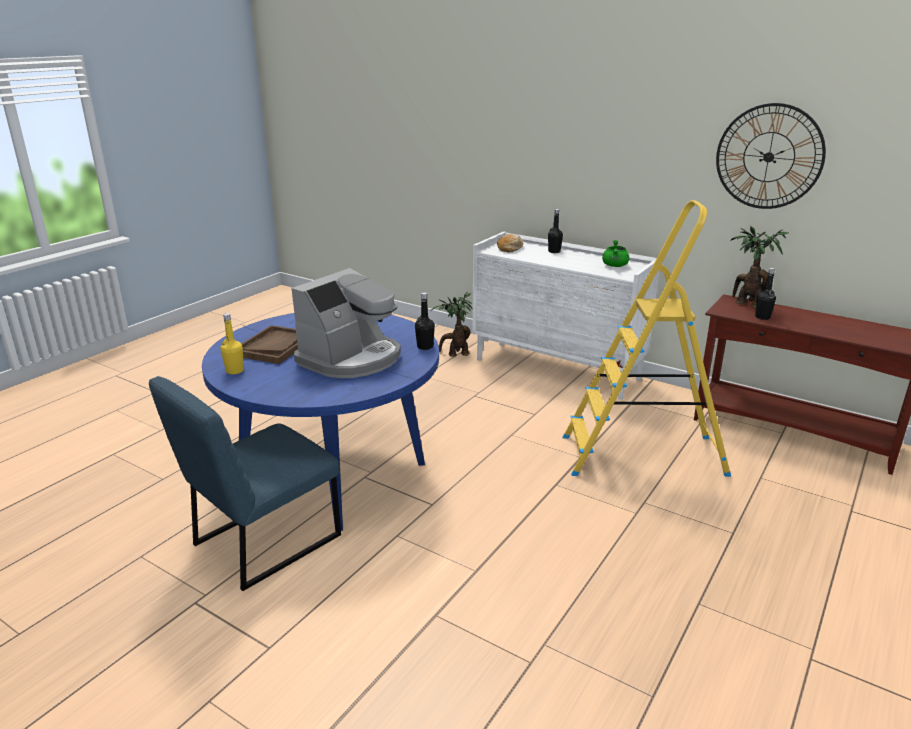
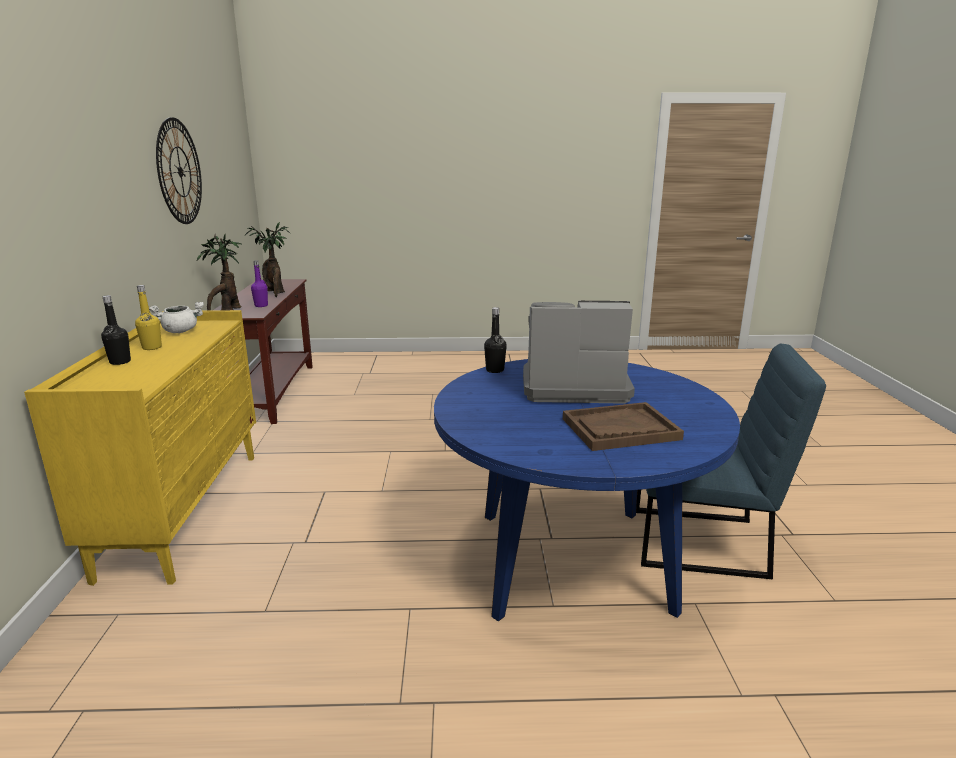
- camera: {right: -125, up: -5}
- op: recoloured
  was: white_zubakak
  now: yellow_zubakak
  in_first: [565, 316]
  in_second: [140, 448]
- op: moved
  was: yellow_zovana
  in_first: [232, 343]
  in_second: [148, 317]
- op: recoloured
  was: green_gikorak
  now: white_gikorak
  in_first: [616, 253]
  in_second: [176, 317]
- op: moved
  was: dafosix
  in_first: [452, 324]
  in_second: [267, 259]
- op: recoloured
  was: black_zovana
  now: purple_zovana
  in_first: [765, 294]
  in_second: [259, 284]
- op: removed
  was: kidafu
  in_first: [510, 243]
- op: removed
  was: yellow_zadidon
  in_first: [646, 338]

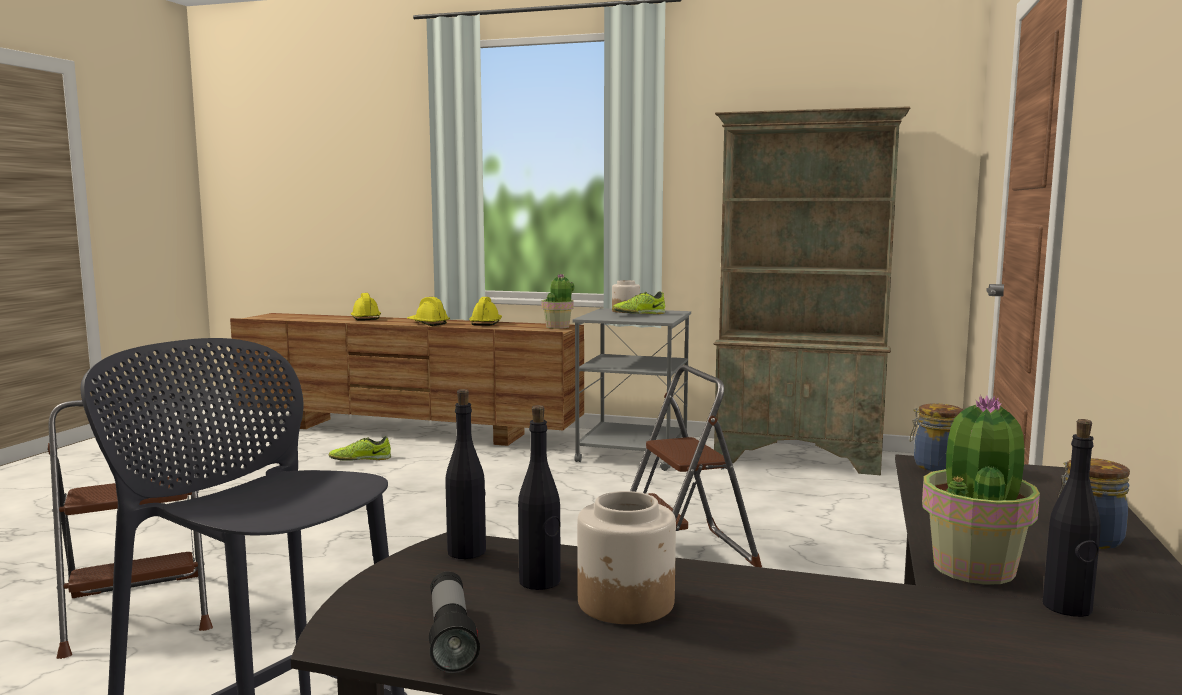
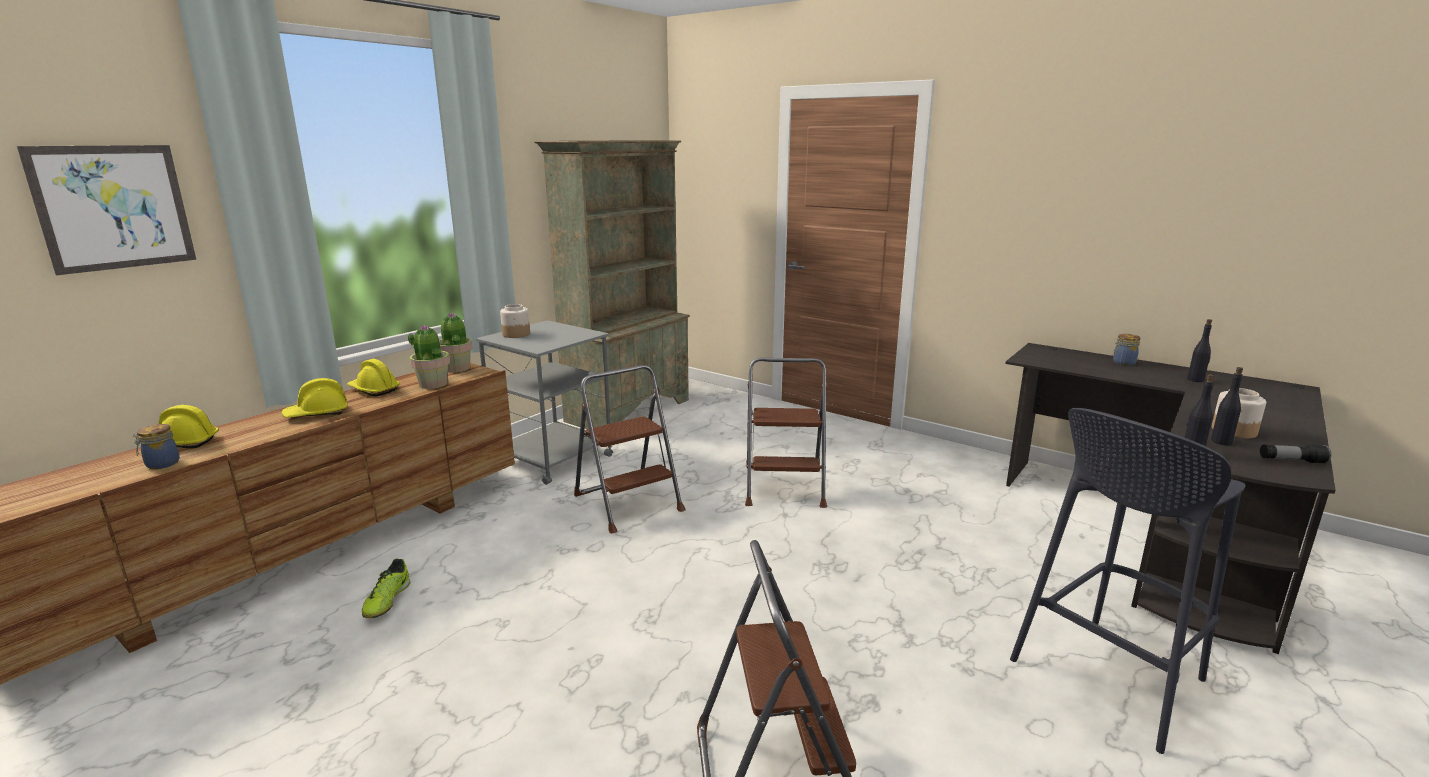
- camera: {right: -70, up: 10}
- op: added
  now: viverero
  in_second: [106, 210]
- op: moved
  was: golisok
  in_first: [936, 437]
  in_second: [156, 446]
- op: moved
  was: dafosix
  in_first: [981, 490]
  in_second: [429, 357]
- op: added
  now: brown_zadidon
  in_second: [630, 449]
- op: removed
  was: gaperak
  in_first: [638, 302]

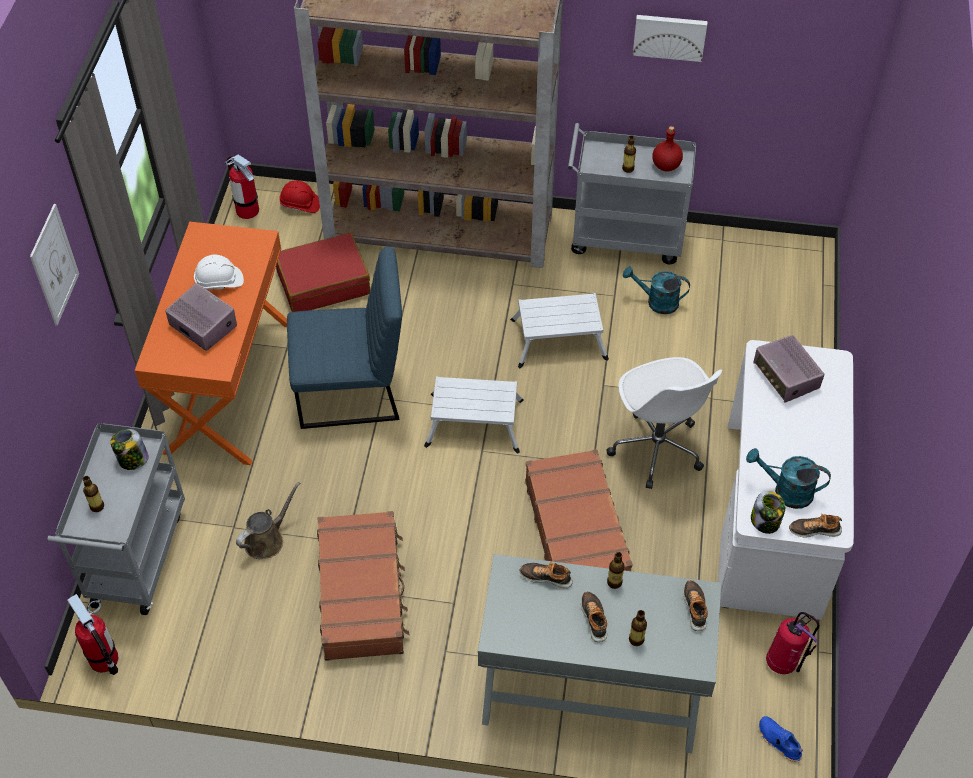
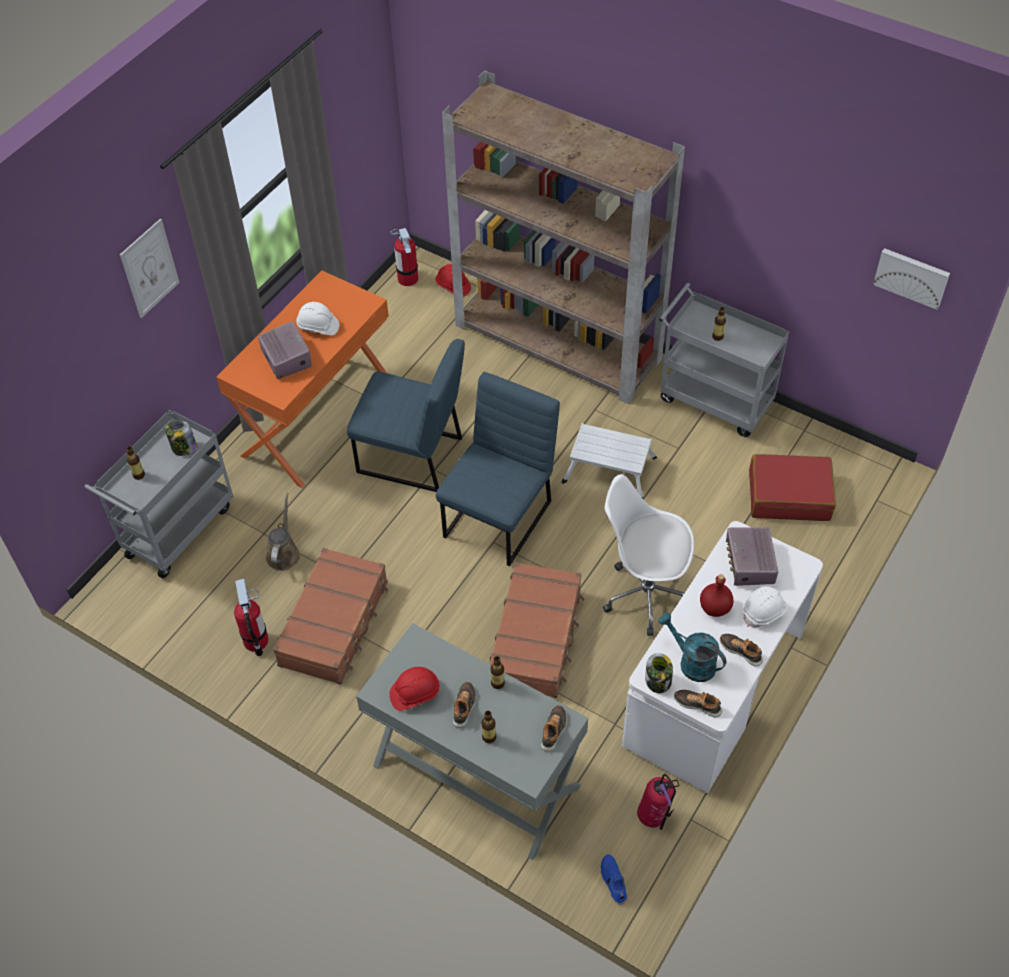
- camera: {right: 25, up: 0}
- op: moved
  was: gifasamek
  in_first: [93, 634]
  in_second: [251, 617]
- op: turned
  was: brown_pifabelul
  in_first: [268, 520]
  in_second: [283, 532]
  clockwise: -60
- op: added
  now: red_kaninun
  in_second: [414, 689]
- op: replaced
  was: white_zadidon
  now: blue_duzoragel
  in_first: [474, 415]
  in_second: [498, 469]
- op: turned
  was: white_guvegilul
  in_first: [664, 423]
  in_second: [648, 555]
  clockwise: 105
- op: moved
  was: red_zovana
  in_first: [667, 149]
  in_second: [716, 595]
- op: moved
  was: gaperak
  in_first: [546, 575]
  in_second: [741, 650]
- op: added
  now: white_kaninun
  in_second: [765, 606]
- op: moved
  was: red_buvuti
  in_first: [323, 272]
  in_second: [792, 487]
- op: moved
  was: viverero
  in_first: [670, 38]
  in_second: [911, 279]
- op: removed
  was: turquoise_pifabelul
  in_first: [656, 290]

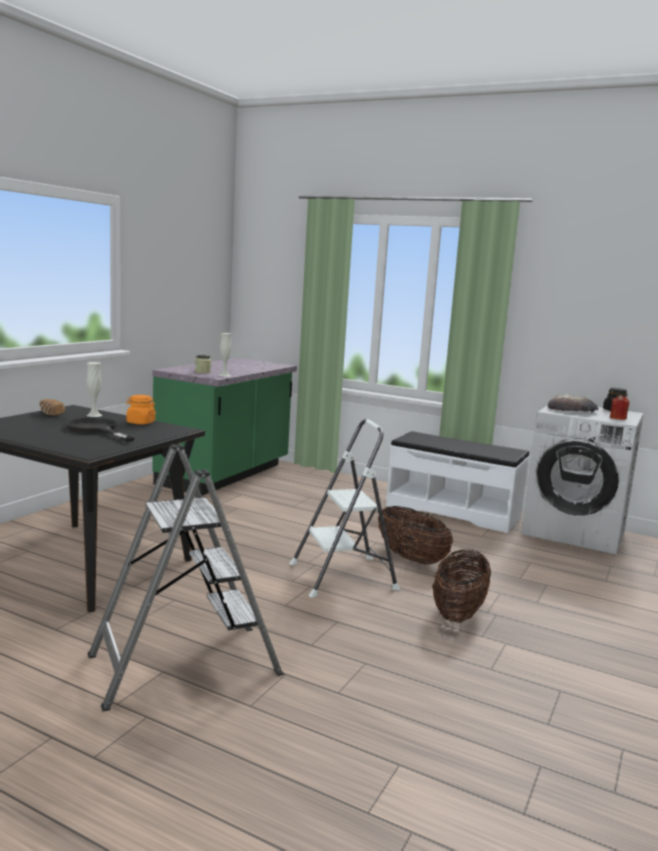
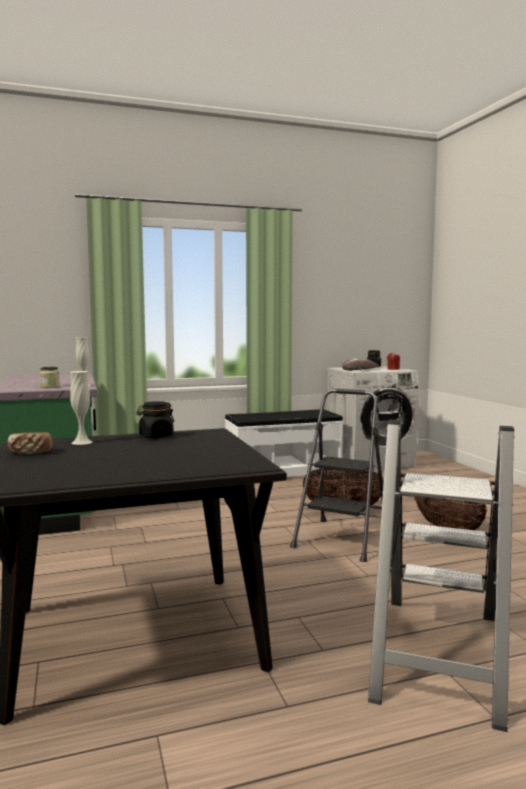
- camera: {right: -45, up: -5}
- op: recoloured
  was: orange_golisok
  now: black_golisok
  in_first: [141, 410]
  in_second: [155, 419]
- op: recoloured
  was: white_zadidon
  now: black_zadidon
  in_first: [344, 508]
  in_second: [336, 475]
- op: removed
  was: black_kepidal
  in_first: [100, 430]

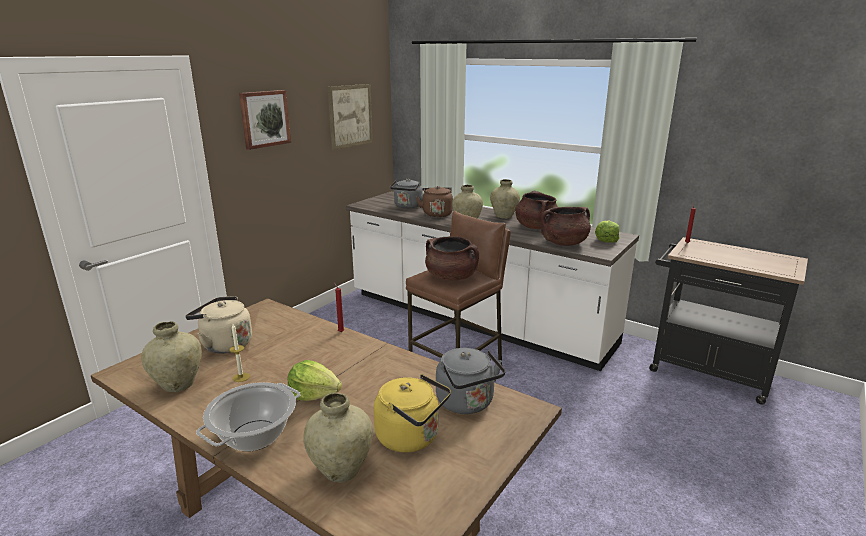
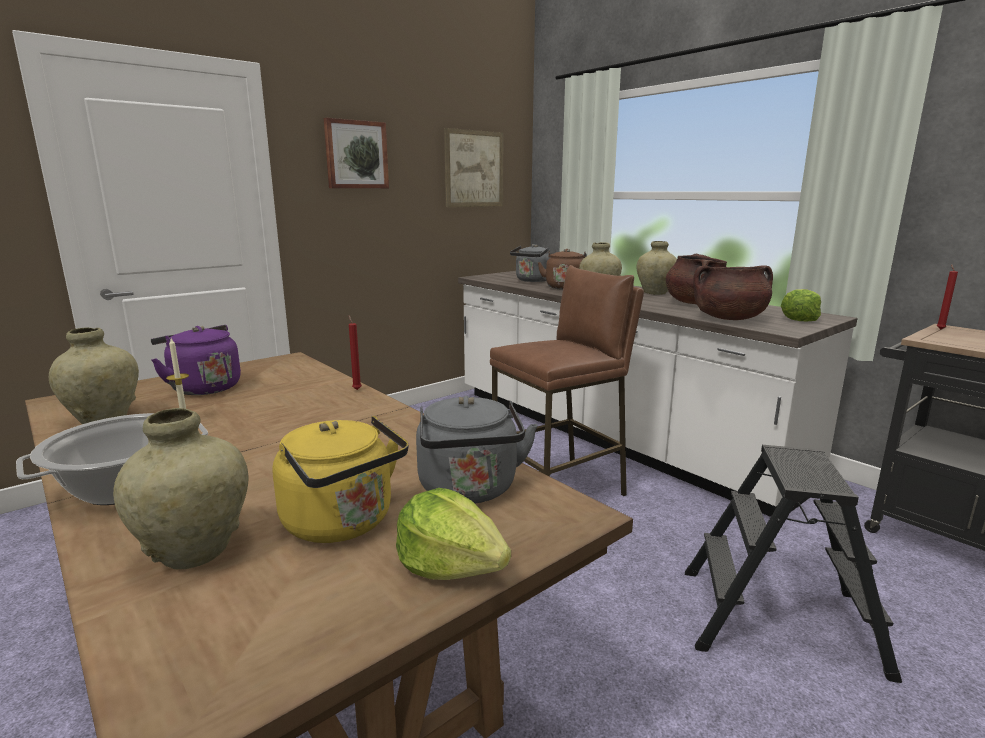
- camera: {right: 15, up: -5}
- op: recoloured
  was: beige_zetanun
  now: purple_zetanun
  in_first: [218, 324]
  in_second: [196, 360]
- op: moved
  was: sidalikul
  in_first: [315, 380]
  in_second: [453, 534]
- op: added
  now: black_zadidon
  in_second: [793, 564]
- op: removed
  was: brown_gikorak
  in_first: [452, 258]

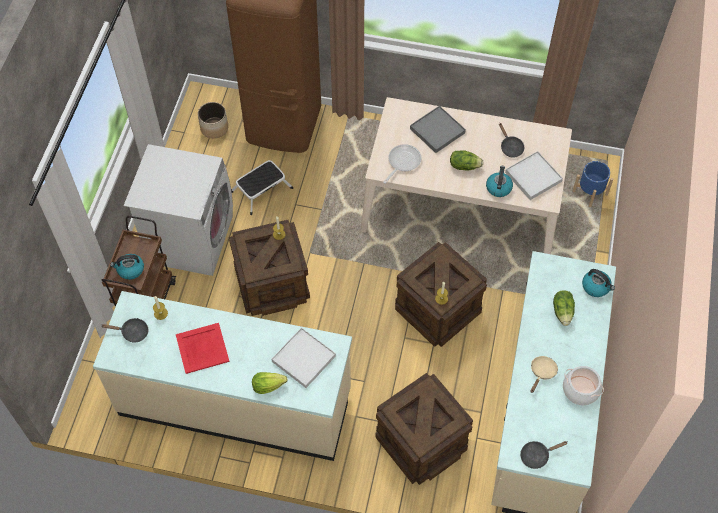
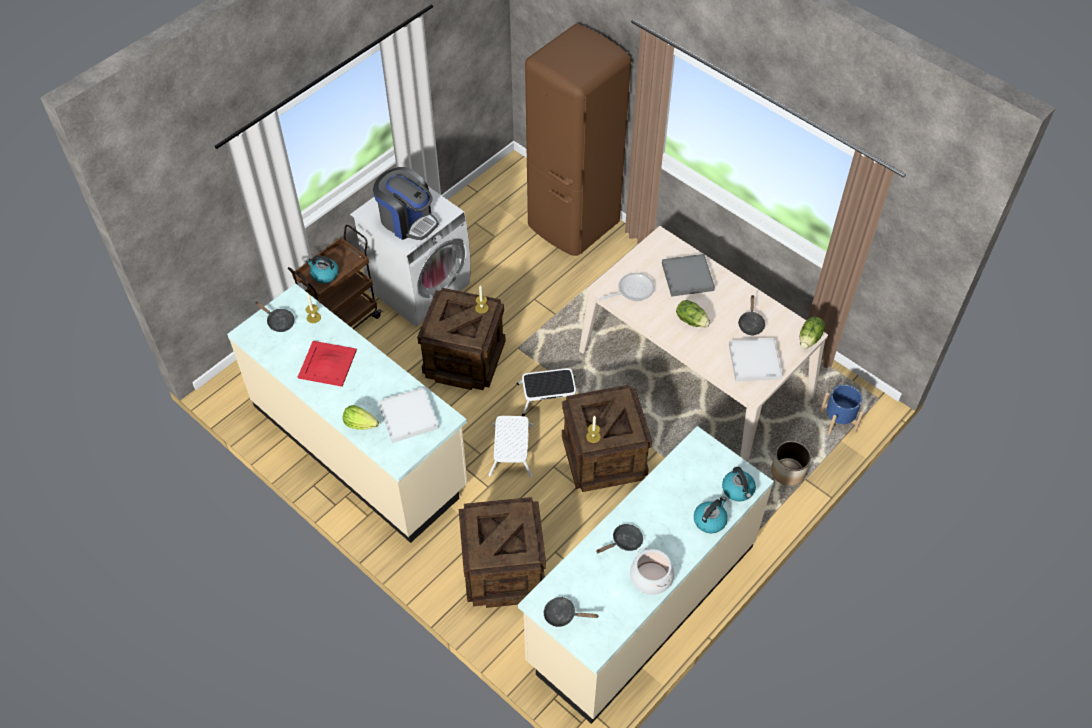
- camera: {right: 30, up: -5}
- op: added
  now: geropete
  in_second: [406, 203]
- op: added
  now: white_zadidon
  in_second: [511, 446]
- op: moved
  was: black_zadidon
  in_first: [262, 187]
  in_second: [546, 392]
- op: recoloured
  was: beige_kepidal
  now: black_kepidal
  in_first: [544, 374]
  in_second: [619, 538]
- op: moved
  was: zetanun
  in_first: [499, 181]
  in_second: [711, 514]
- op: moved
  was: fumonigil
  in_first: [213, 120]
  in_second: [791, 463]
- op: moved
  was: sidalikul
  in_first: [564, 308]
  in_second: [812, 333]

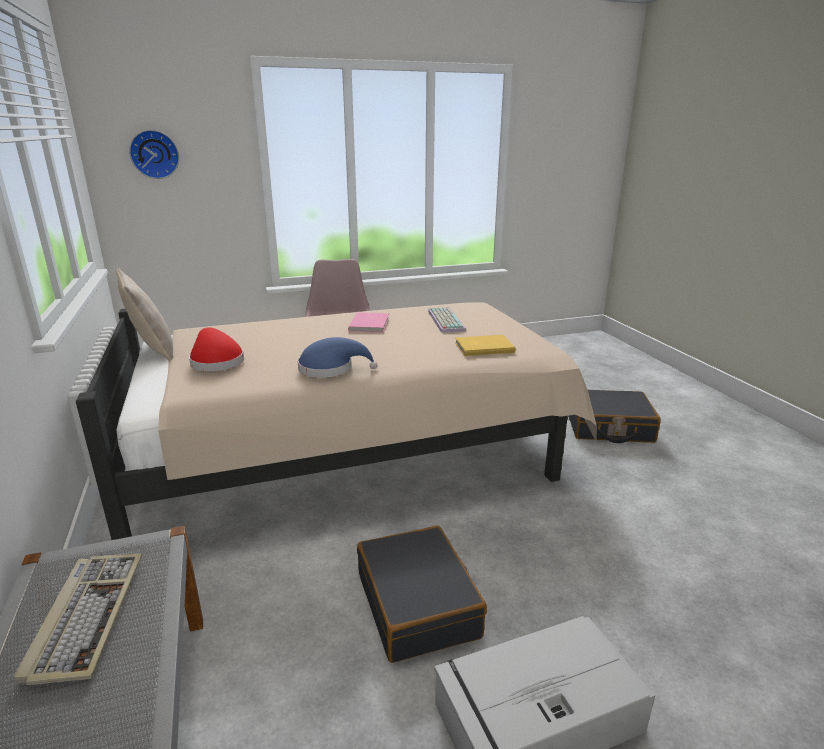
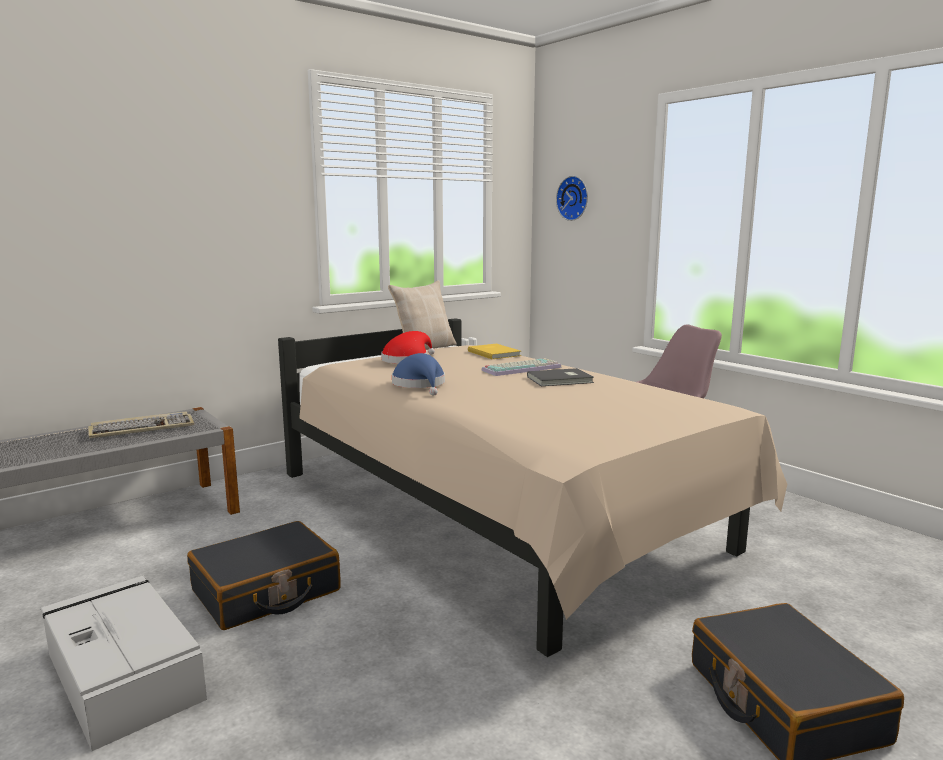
- camera: {right: 70, up: -10}
- op: moved
  was: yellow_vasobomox
  in_first: [485, 345]
  in_second: [494, 351]
- op: moved
  was: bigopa
  in_first: [447, 320]
  in_second: [521, 367]
- op: recoloured
  was: pink_vasobomox
  now: grey_vasobomox
  in_first: [368, 322]
  in_second: [560, 377]

